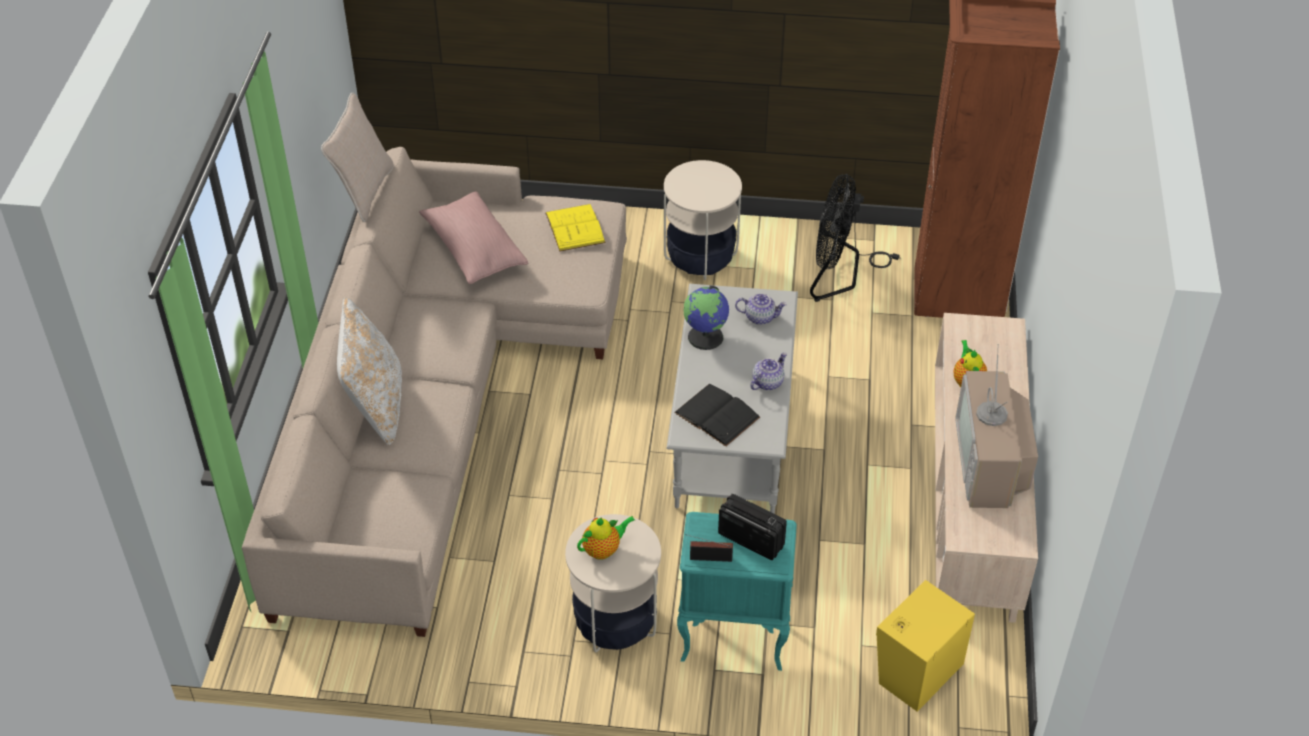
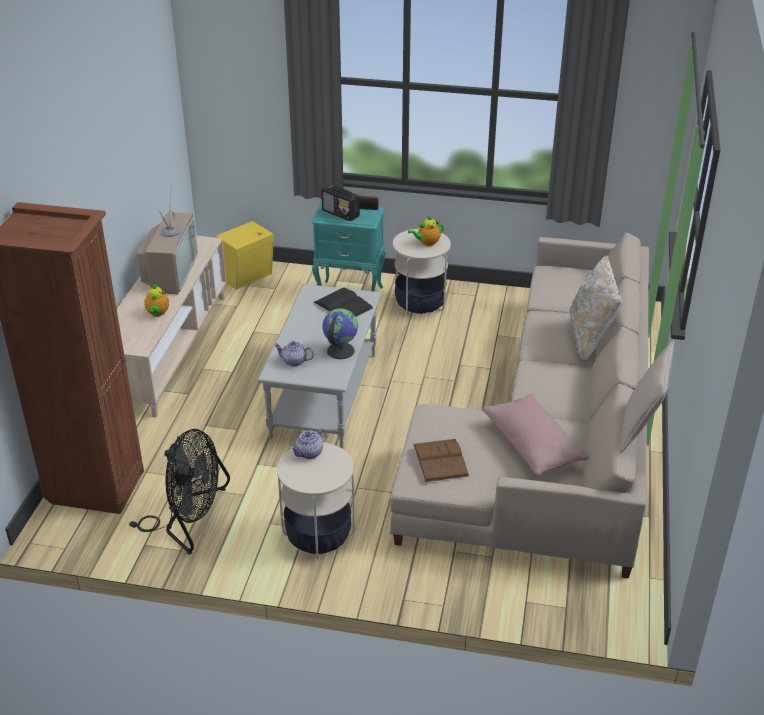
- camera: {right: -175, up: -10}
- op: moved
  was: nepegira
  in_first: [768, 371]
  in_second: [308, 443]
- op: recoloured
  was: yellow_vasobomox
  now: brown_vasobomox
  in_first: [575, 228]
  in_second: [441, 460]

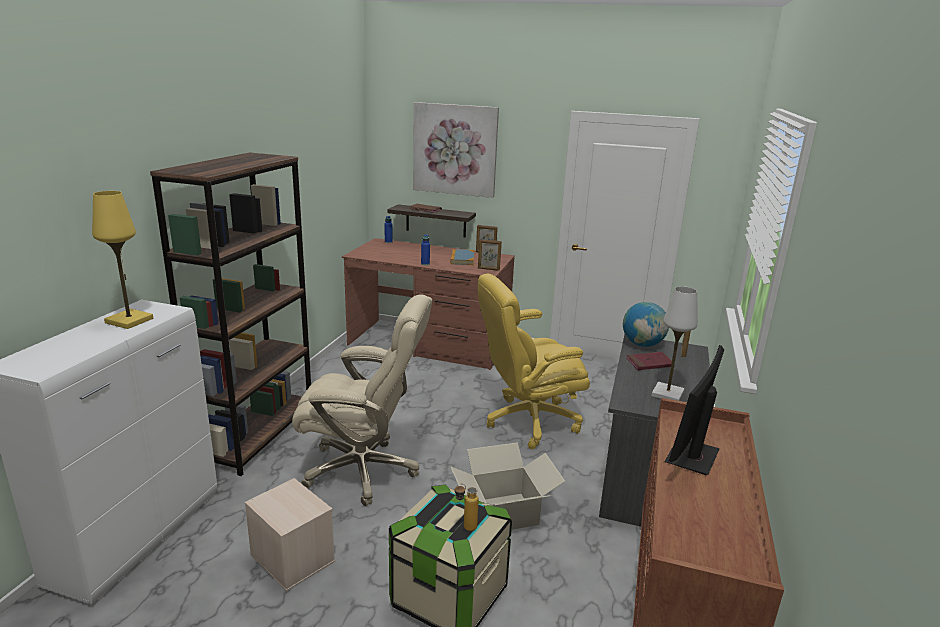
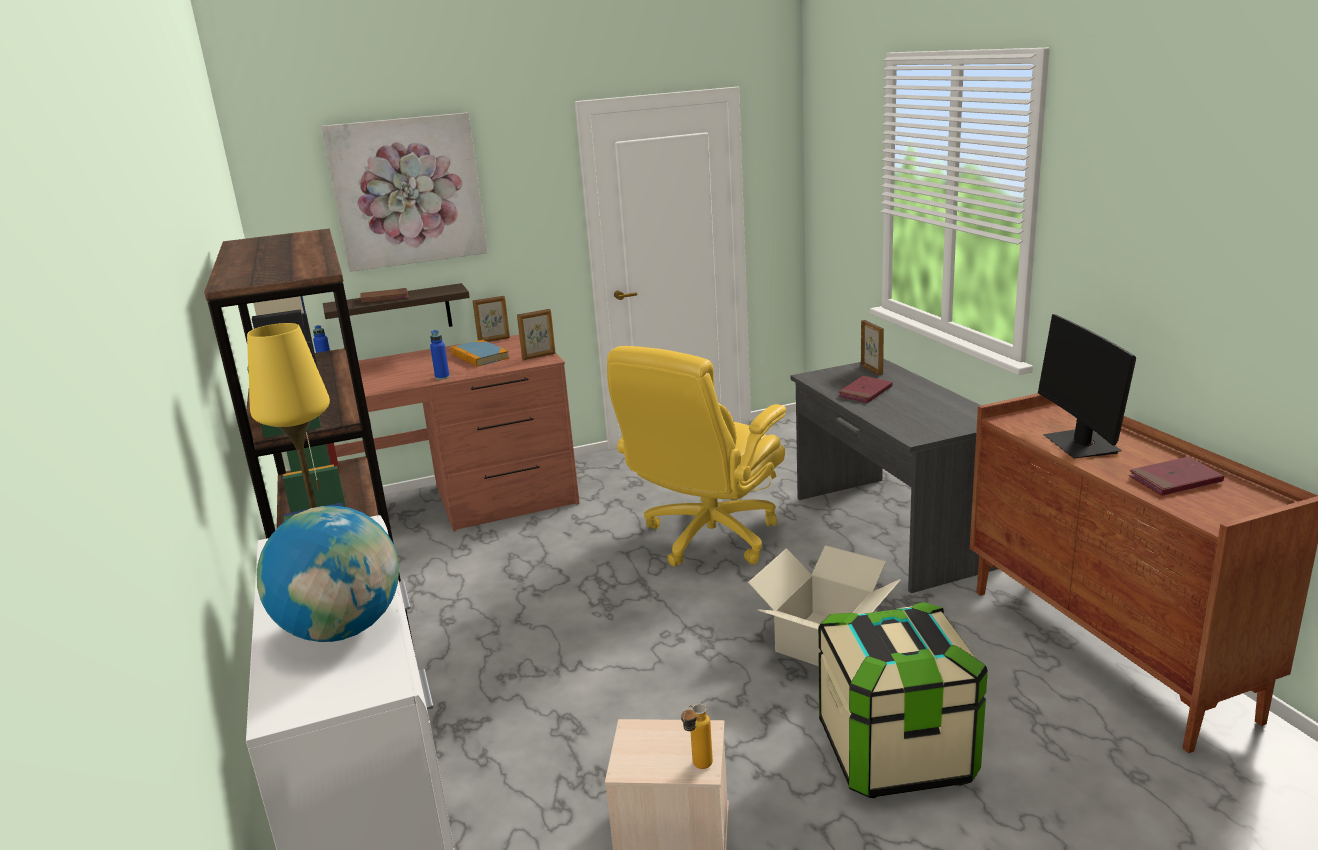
- camera: {right: -35, up: 0}
- op: moved
  was: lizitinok
  in_first: [646, 324]
  in_second: [328, 574]
- op: moved
  was: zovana
  in_first: [466, 507]
  in_second: [697, 736]
- op: added
  now: red_vasobomox
  in_second: [1176, 476]
- op: removed
  was: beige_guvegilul
  in_first: [362, 400]
- op: removed
  was: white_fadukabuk
  in_first: [674, 343]

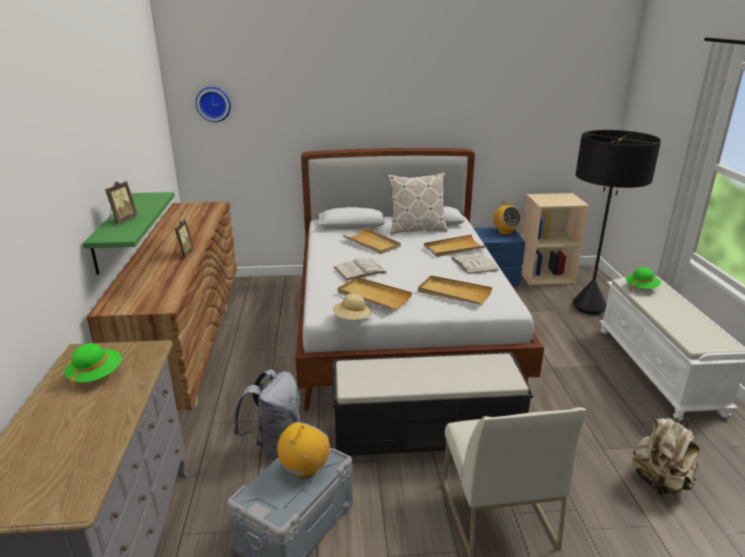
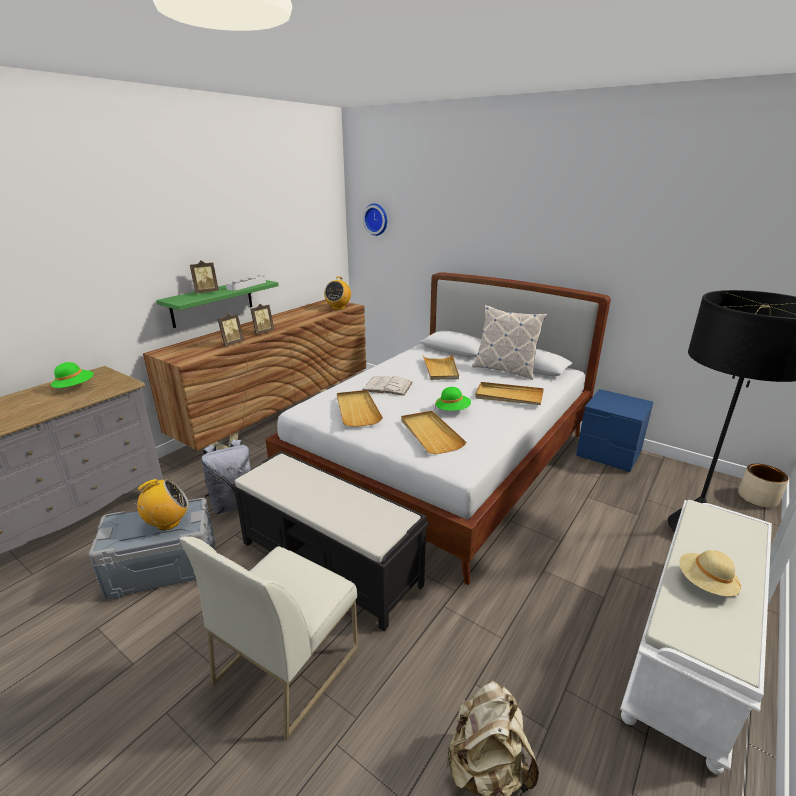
- camera: {right: 40, up: 0}
- op: added
  now: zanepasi
  in_second: [231, 330]
- op: added
  now: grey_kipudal
  in_second: [246, 283]
- op: moved
  was: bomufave
  in_first: [507, 218]
  in_second: [337, 293]
- op: moved
  was: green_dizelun
  in_first: [643, 279]
  in_second: [453, 399]
- op: moved
  was: beige_dizelun
  in_first: [352, 306]
  in_second: [710, 573]
- op: added
  now: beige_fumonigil
  in_second: [763, 485]
- op: removed
  was: white_vasobomox
  in_first: [475, 263]
- op: removed
  was: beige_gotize
  in_first: [555, 239]

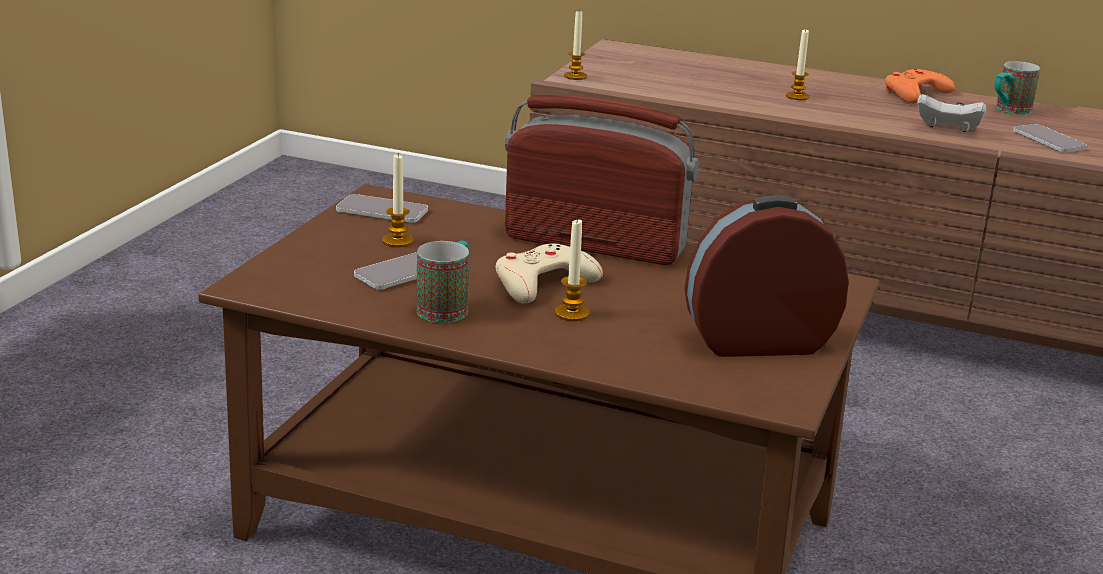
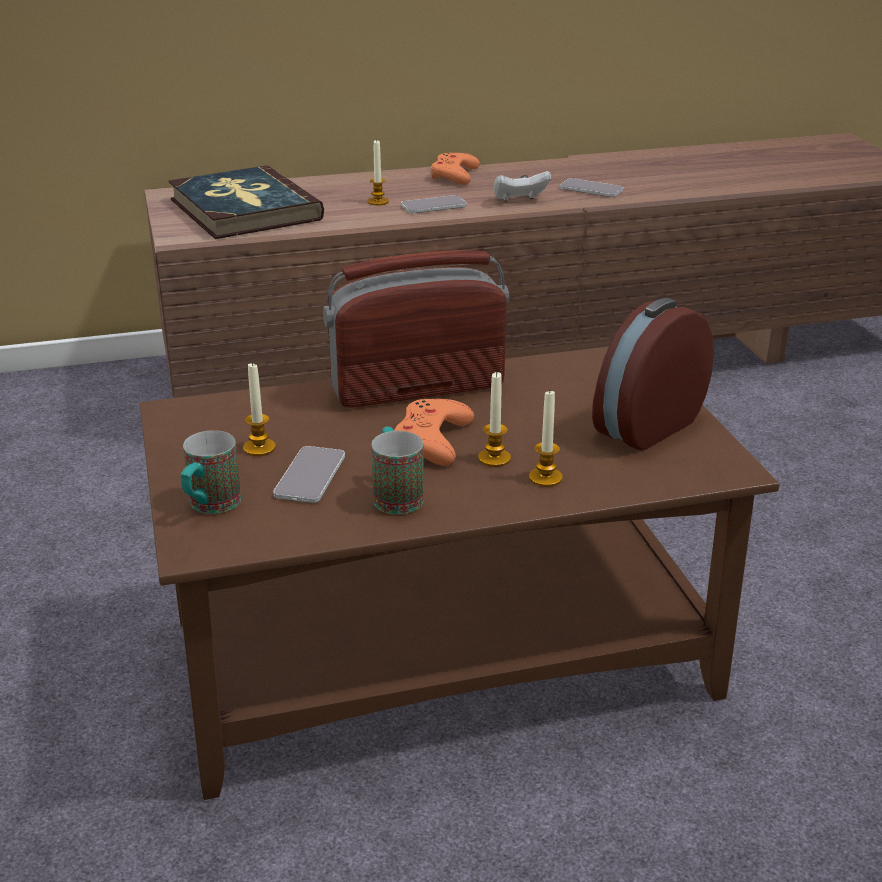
- camera: {right: -35, up: 5}
- op: added
  now: vasobomox
  in_second: [246, 202]
- op: moved
  was: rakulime
  in_first: [1017, 88]
  in_second: [211, 472]
- op: recoloured
  was: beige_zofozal
  now: orange_zofozal
  in_first: [549, 273]
  in_second: [434, 432]
- op: moved
  was: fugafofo
  in_first: [382, 208]
  in_second: [434, 204]
- op: moved
  was: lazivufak
  in_first: [575, 45]
  in_second: [546, 439]

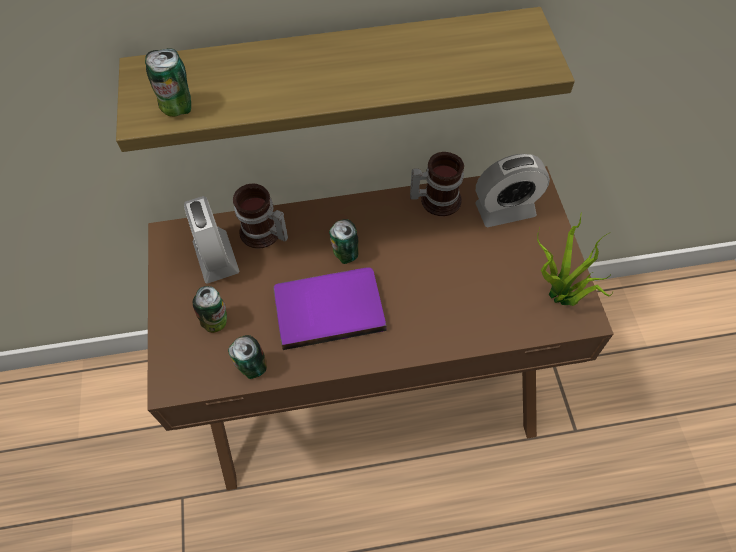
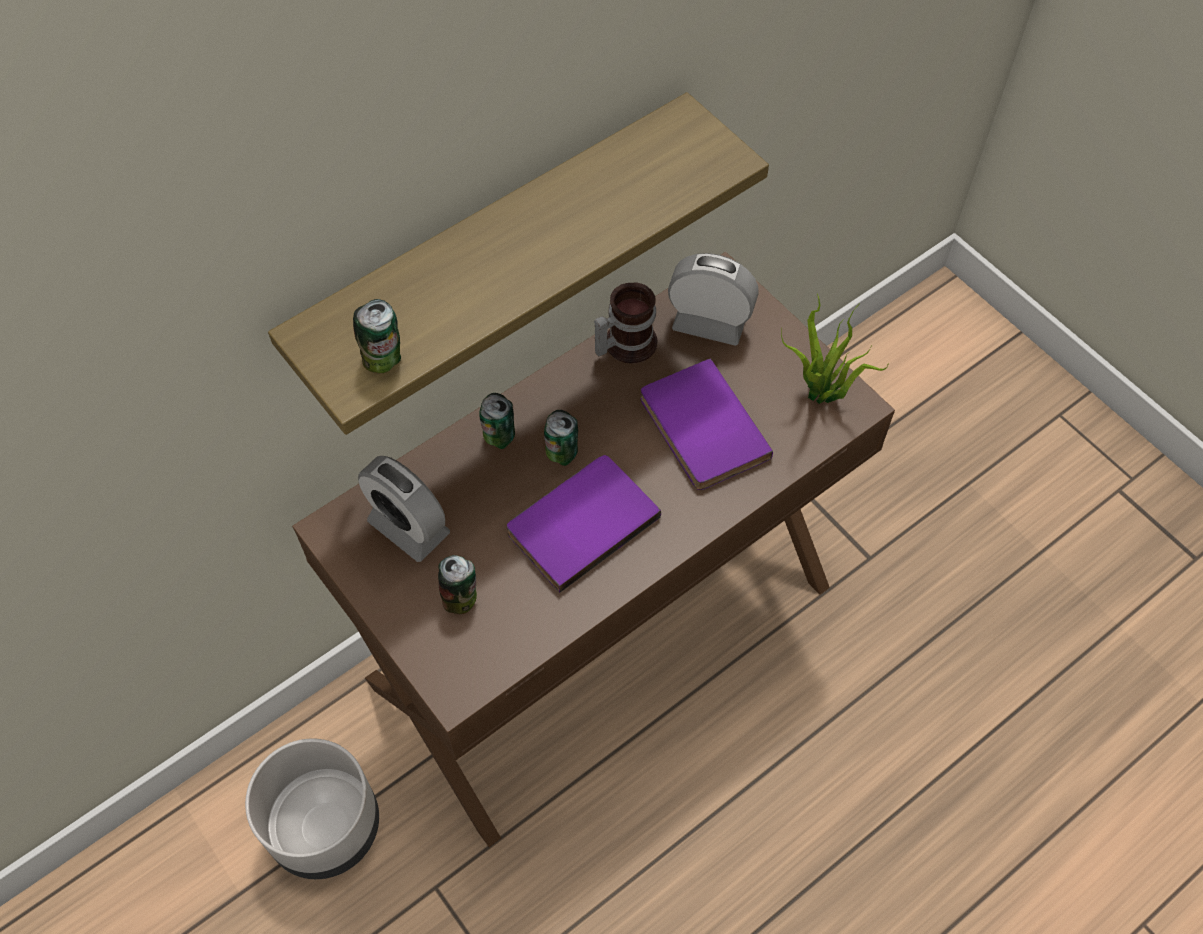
- camera: {right: -30, up: 0}
- op: added
  now: grey_fumonigil
  in_second: [312, 808]
- op: moved
  was: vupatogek
  in_first: [247, 357]
  in_second: [497, 421]
- op: added
  now: purple_vasobomox
  in_second: [707, 424]
- op: turned
  was: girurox
  in_first: [512, 190]
  in_second: [713, 299]
  clockwise: -120
- op: removed
  was: rakulime
  in_first: [260, 216]

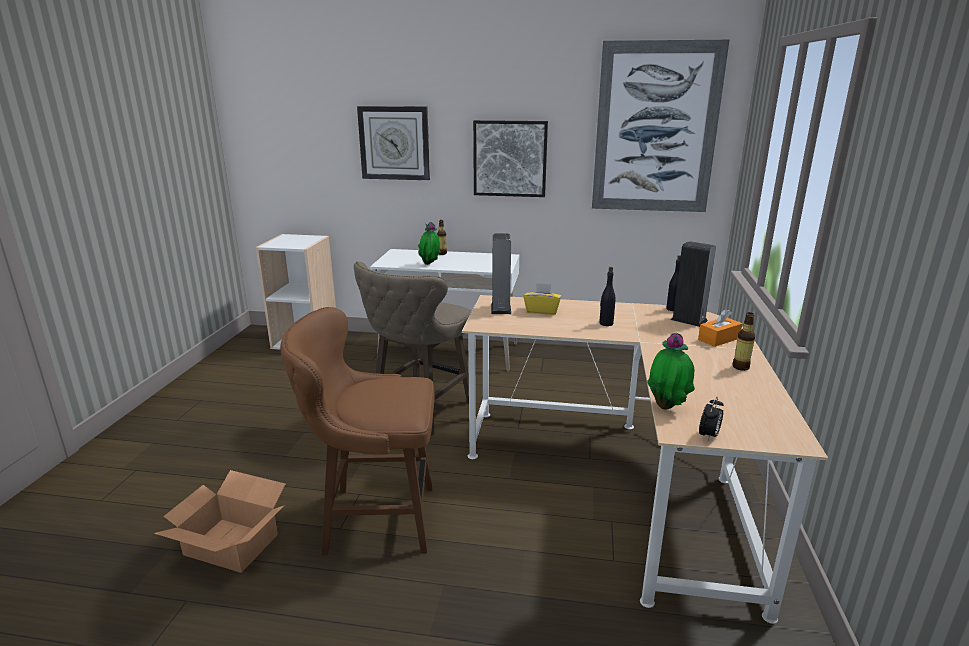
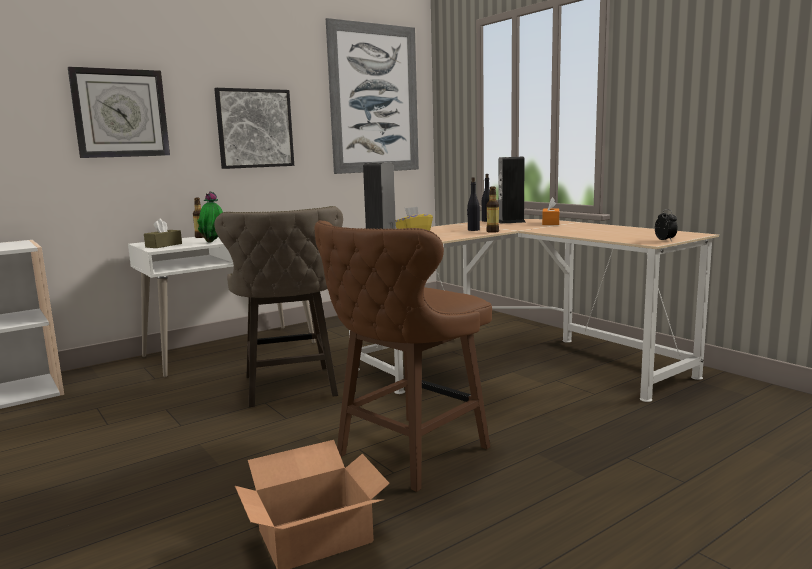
- camera: {right: -45, up: -10}
- op: added
  now: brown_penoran
  in_second: [163, 233]
- op: moved
  was: zovana
  in_first: [744, 341]
  in_second: [492, 209]
- op: removed
  was: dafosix
  in_first: [671, 371]

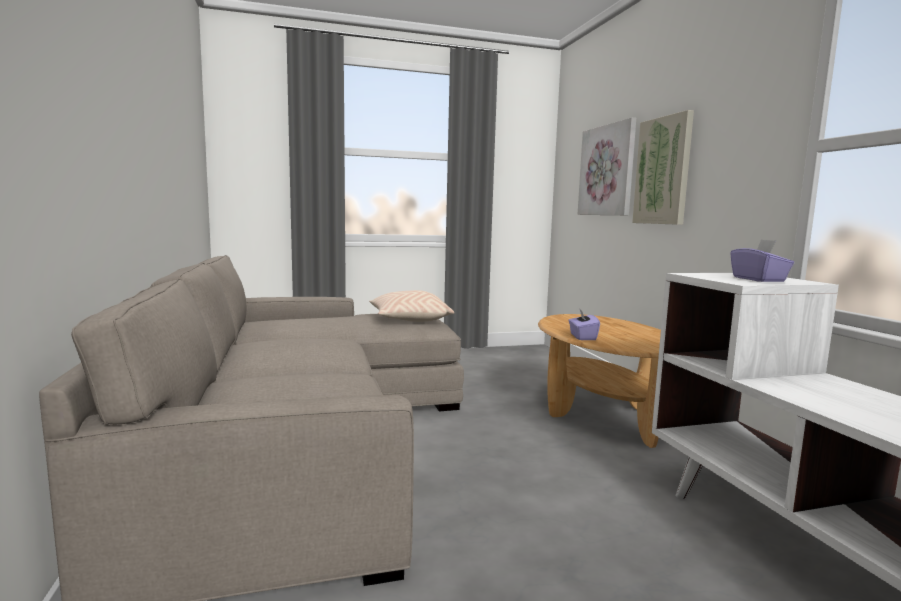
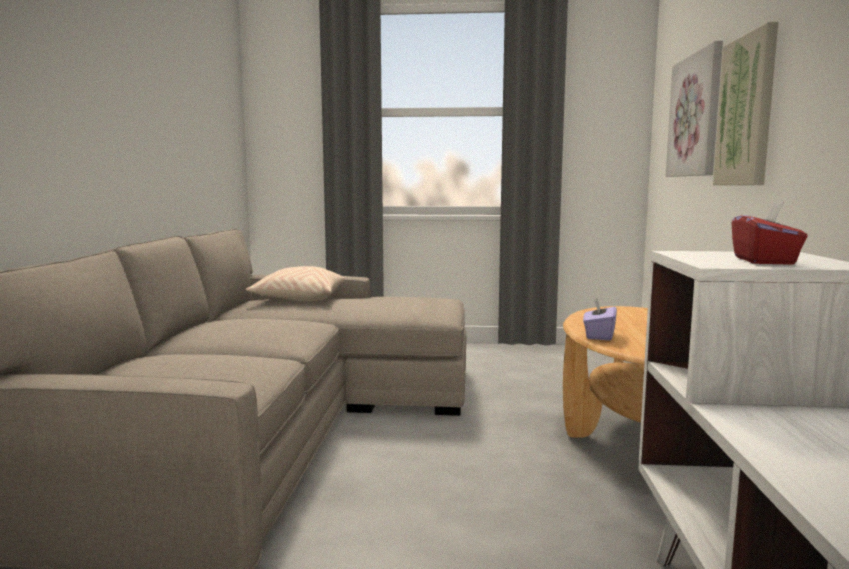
- camera: {right: 20, up: 0}
- op: moved
  was: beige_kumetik
  in_first: [411, 306]
  in_second: [295, 283]
- op: recoloured
  was: purple_penoran
  now: red_penoran
  in_first: [762, 260]
  in_second: [770, 233]

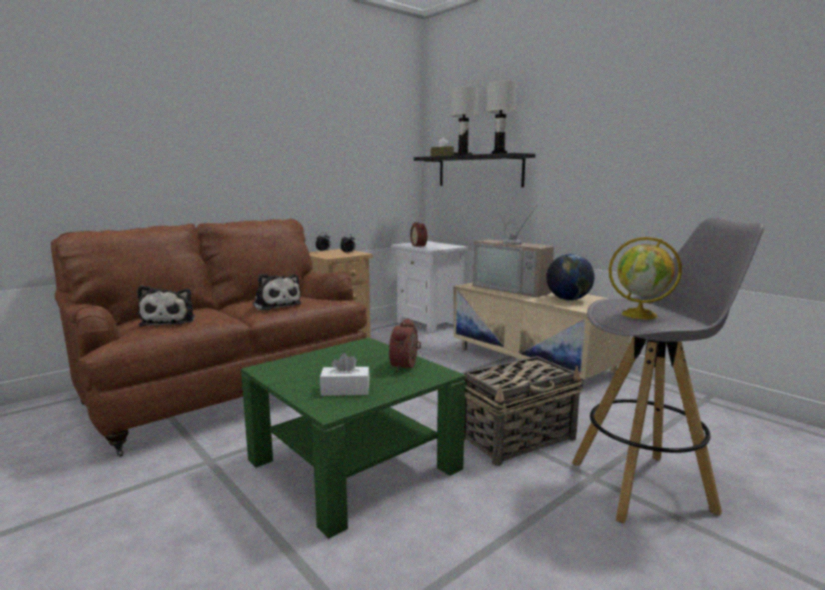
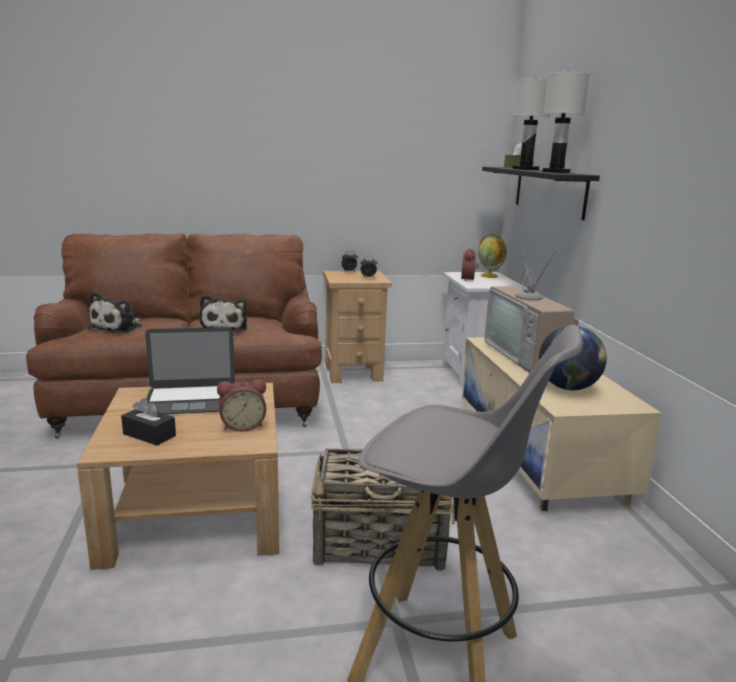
- camera: {right: 30, up: 5}
- op: recoloured
  was: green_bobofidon
  now: brown_bobofidon
  in_first: [353, 438]
  in_second: [178, 476]
- op: recoloured
  was: white_penoran
  now: black_penoran
  in_first: [345, 374]
  in_second: [148, 422]
- op: added
  now: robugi
  in_second: [190, 370]
- op: turned
  was: girurox
  in_first: [405, 345]
  in_second: [241, 405]
  clockwise: -150
- op: moved
  was: lizitinok
  in_first: [645, 278]
  in_second: [492, 256]

